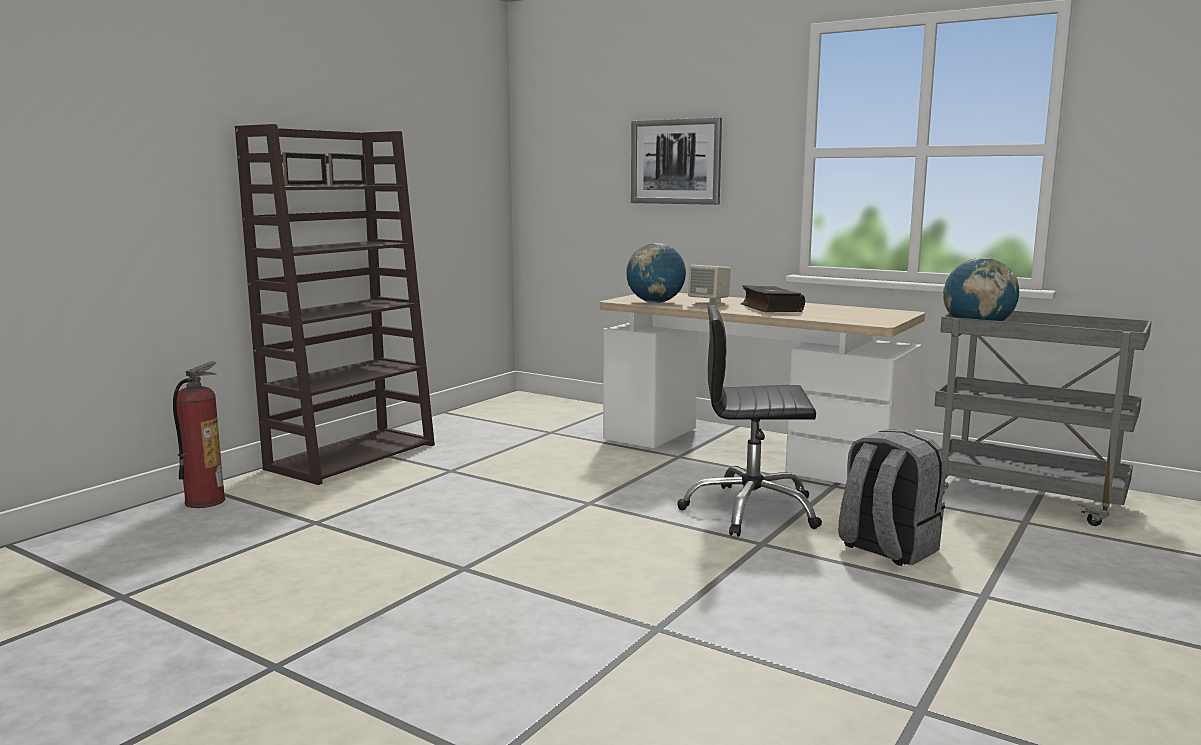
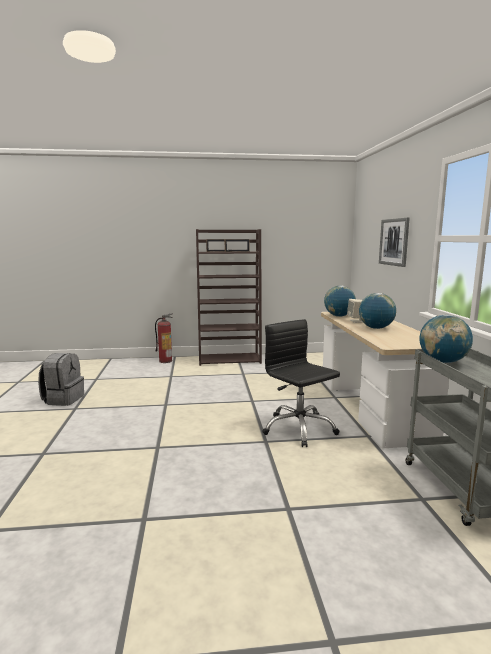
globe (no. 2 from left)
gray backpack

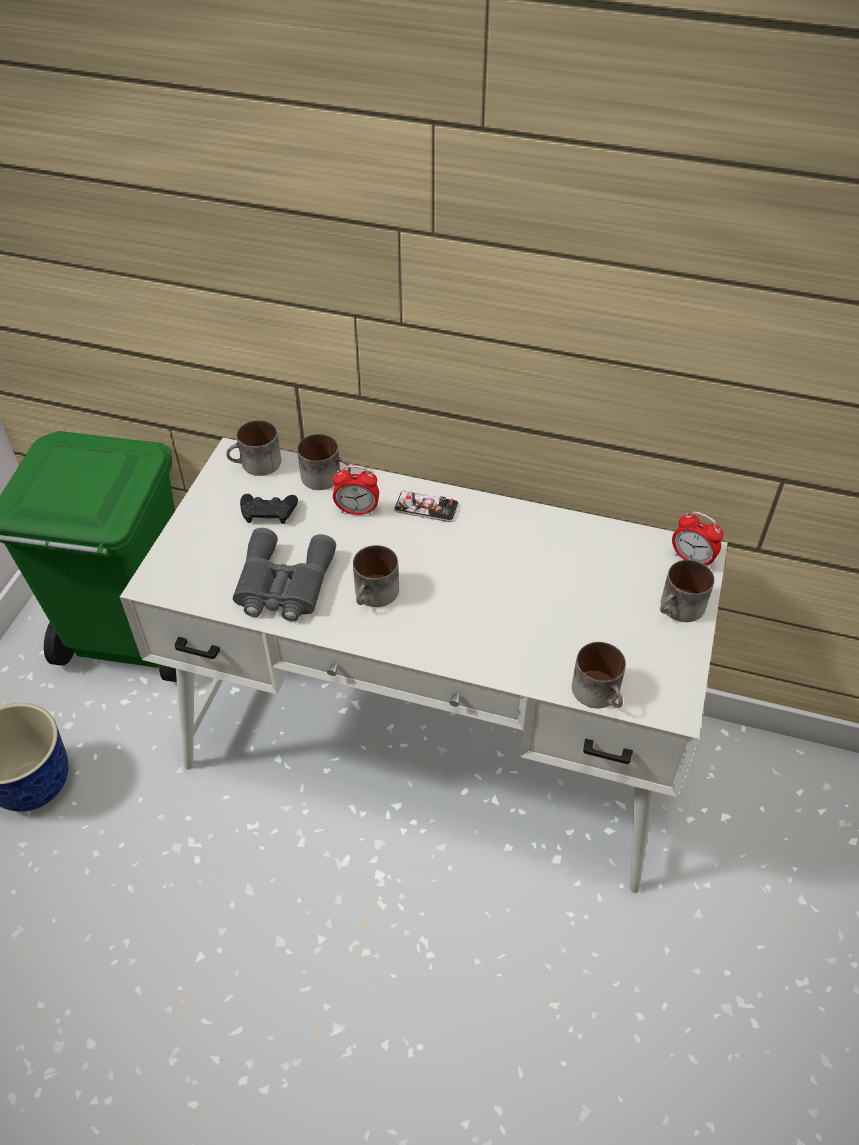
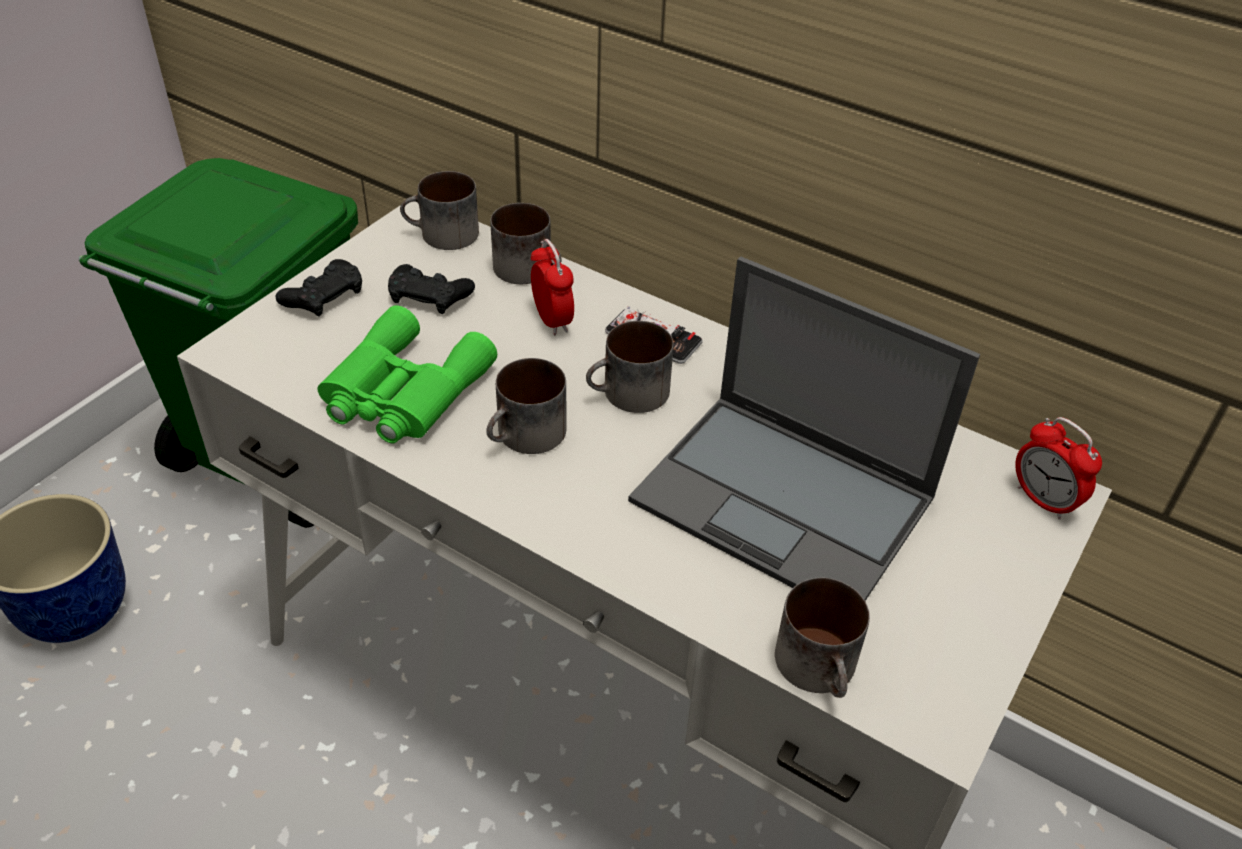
green binoculars
alarm clock (no. 1 from left)
coffee mug (no. 4 from left)
black gamepad (no. 1 from left)
laptop

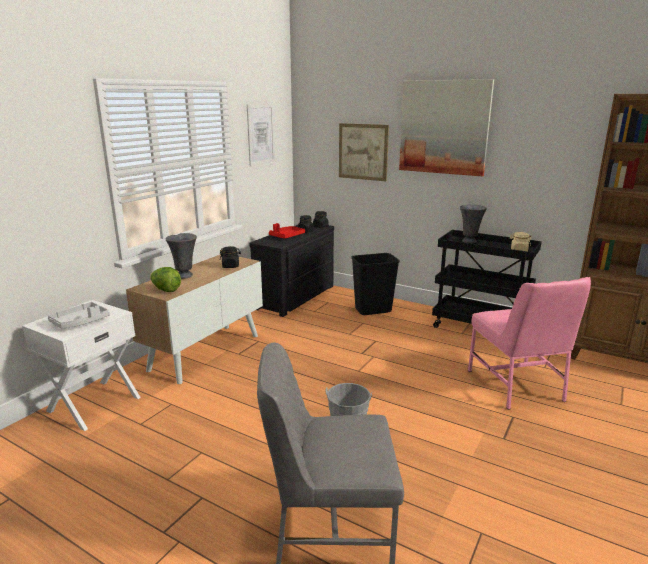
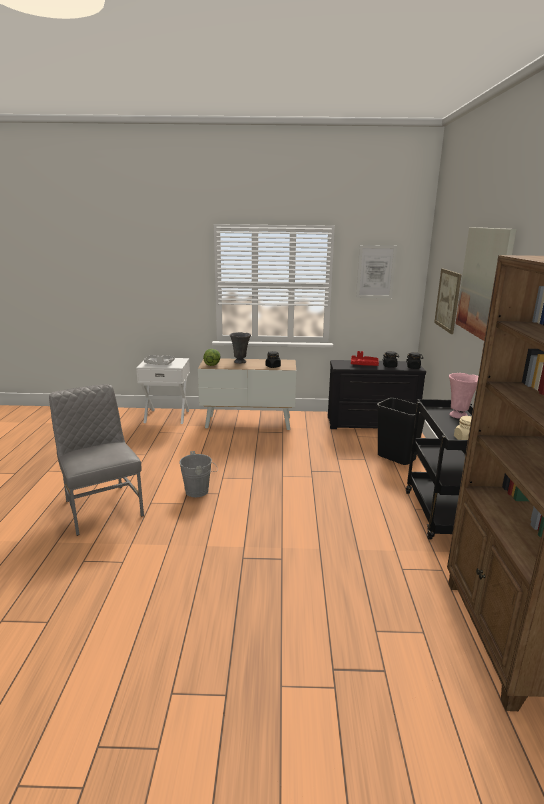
pink flower vase
pink upright chair

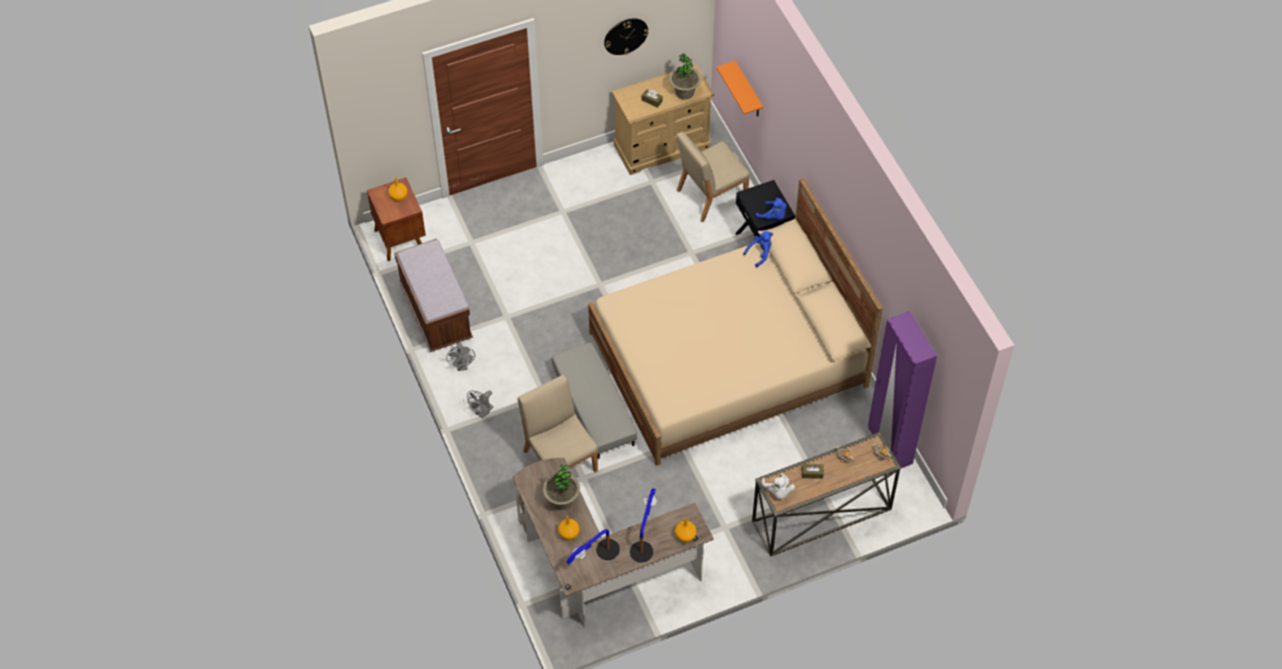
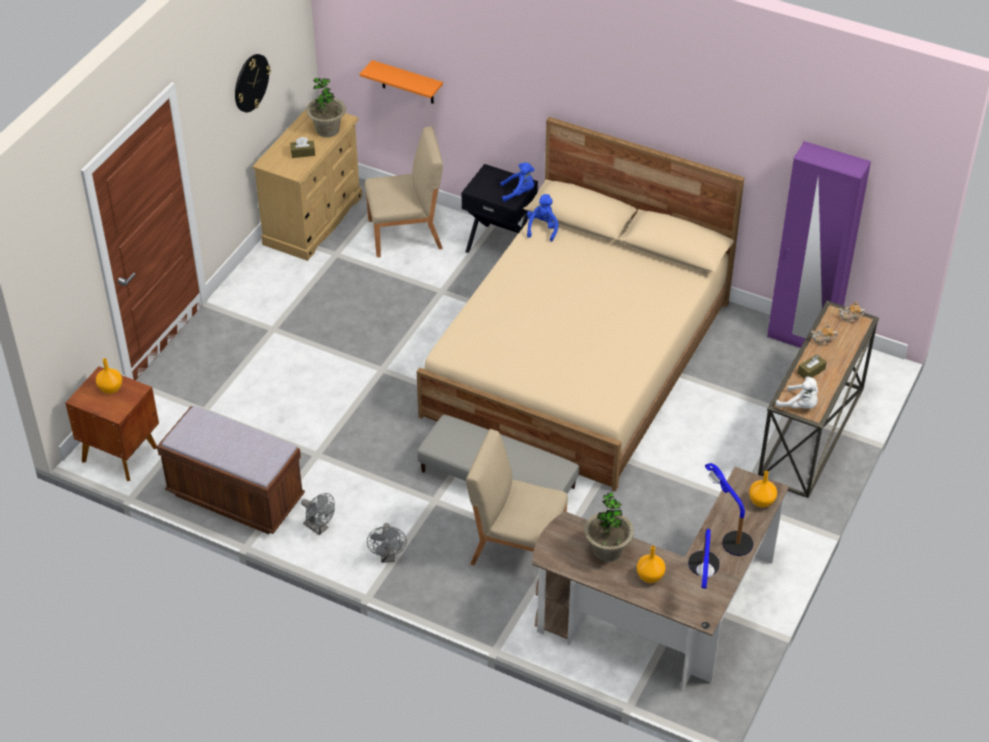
beige upright chair (no. 1 from left)

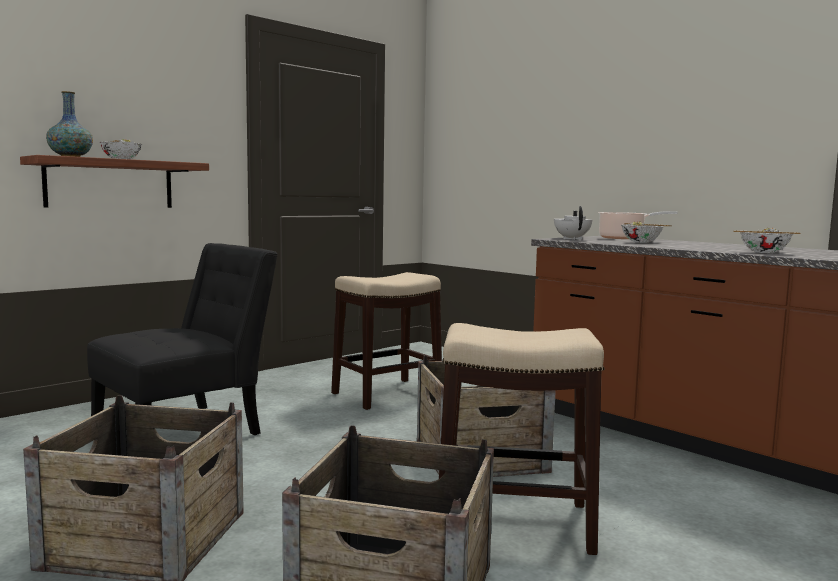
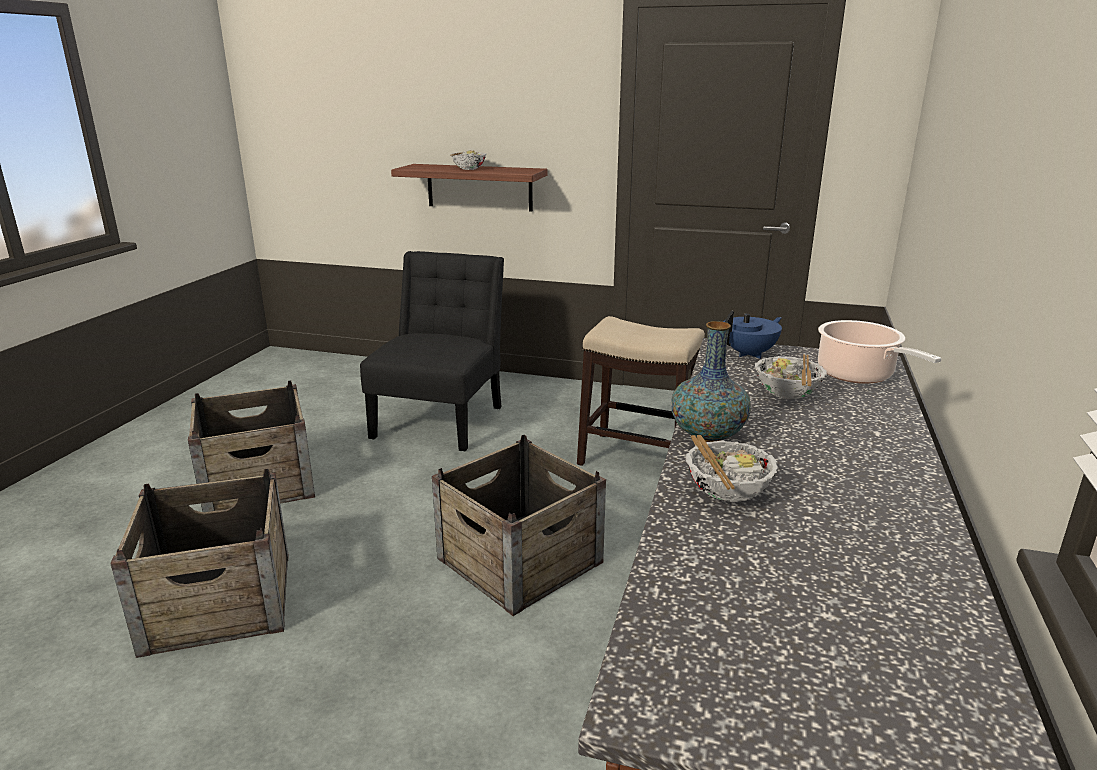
flower vase
black upright chair
sitting stool (no. 2 from left in the first image)
blue tea pot

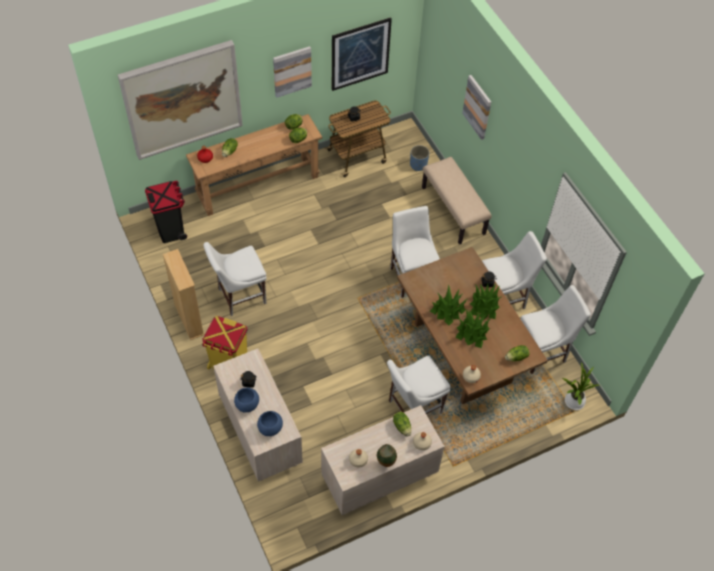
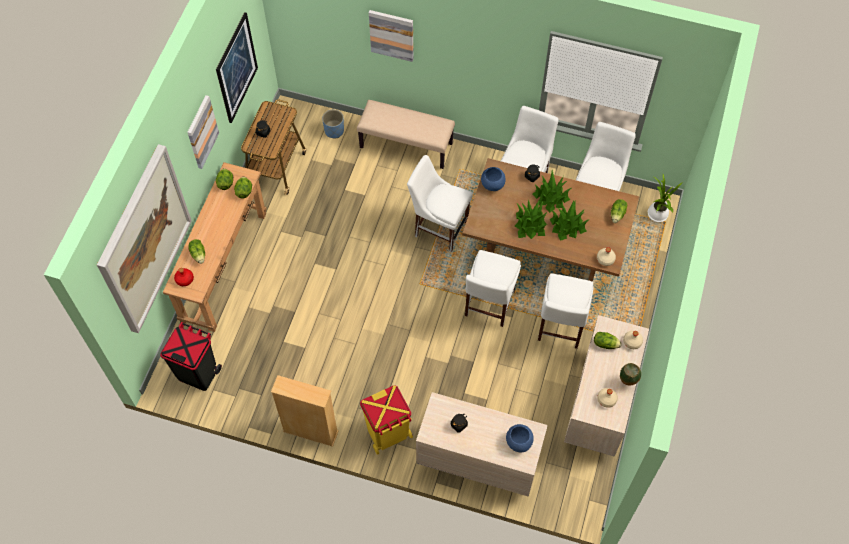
white-coloured upright chair (no. 2 from left)
blue serving bowl (no. 1 from left)

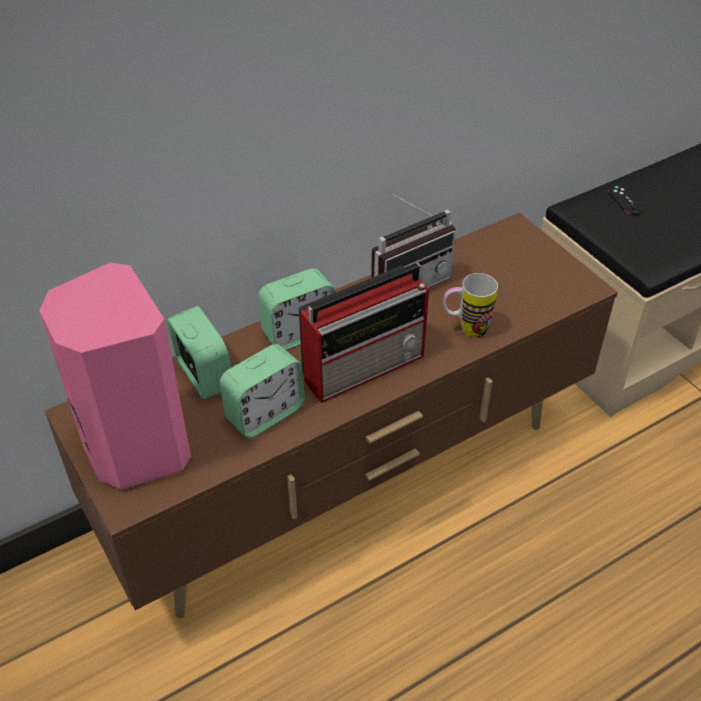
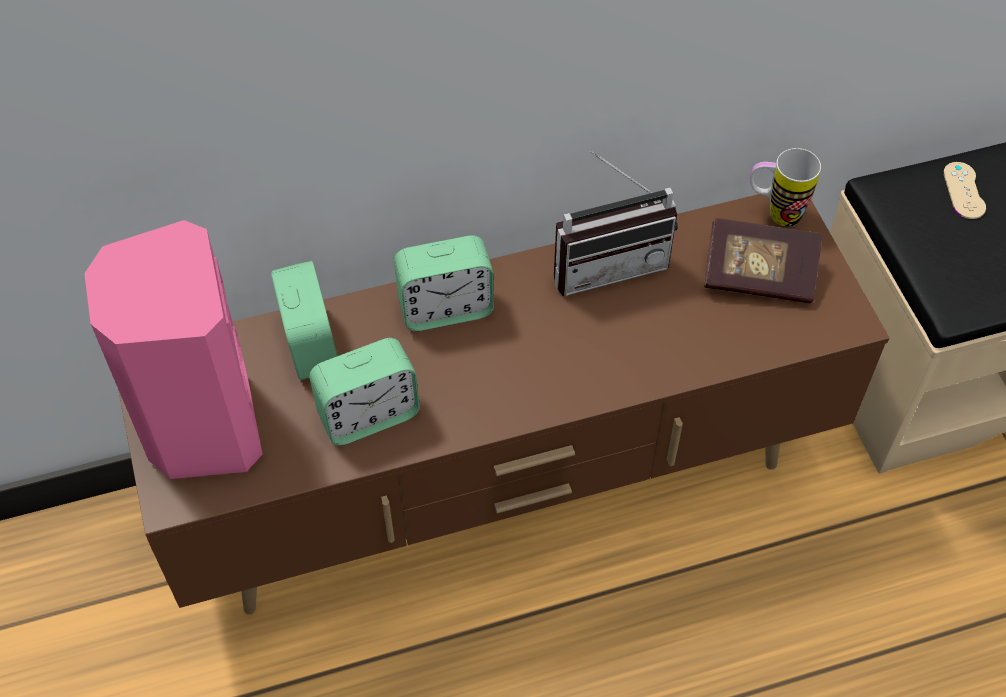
radio receiver (no. 1 from left in the first image)
coffee mug
beige gamepad
bound book

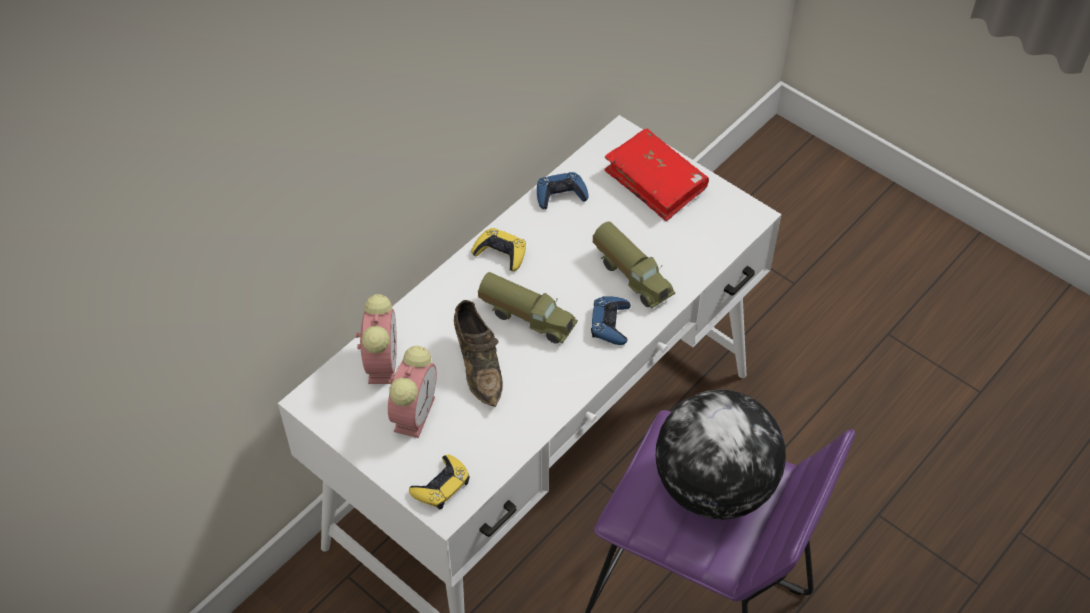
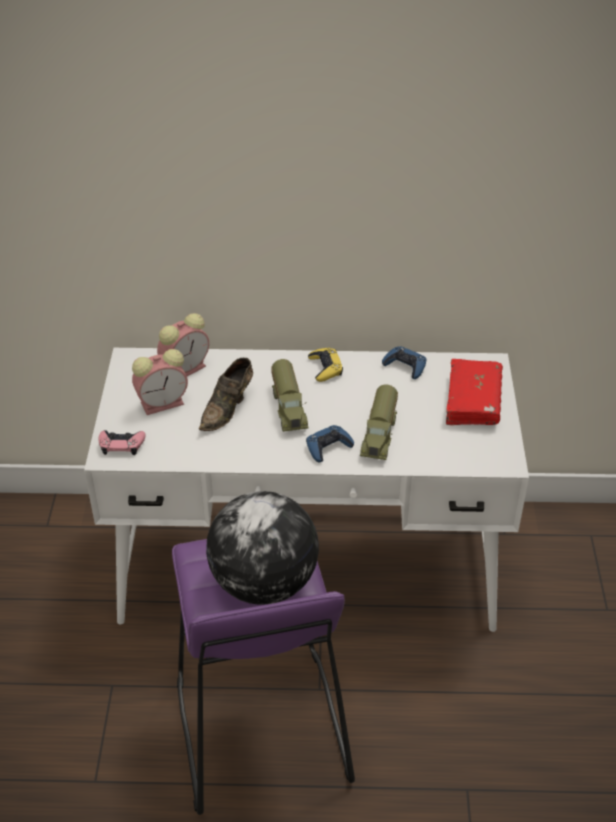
pink gamepad

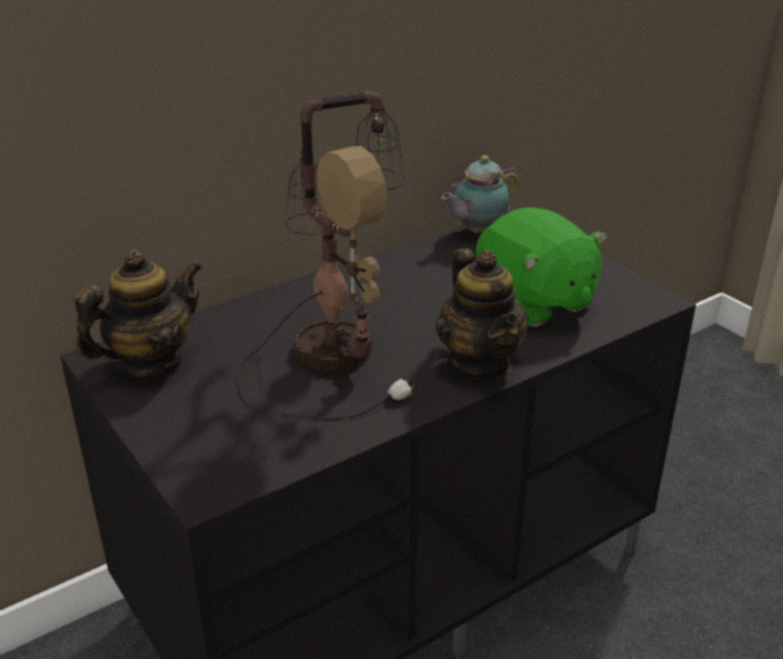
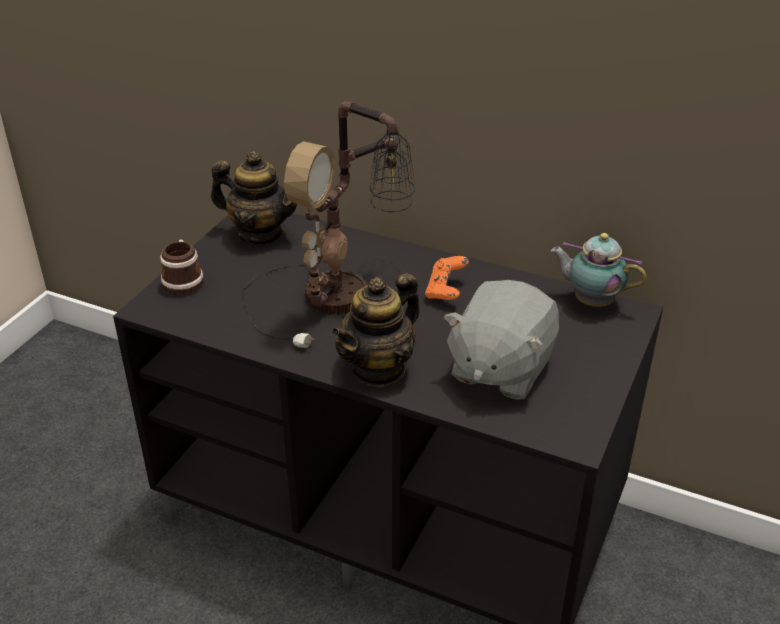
gray soft toy
coffee mug
orange gamepad

